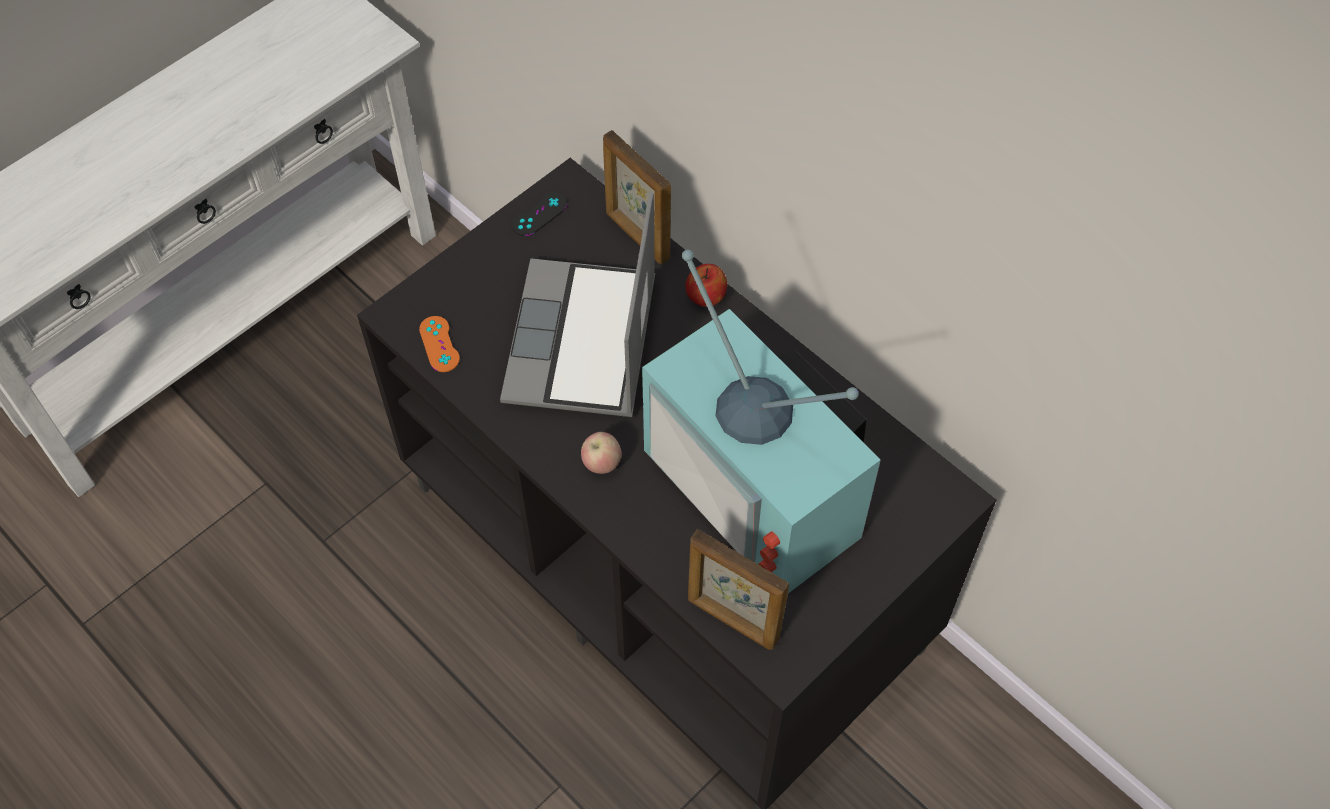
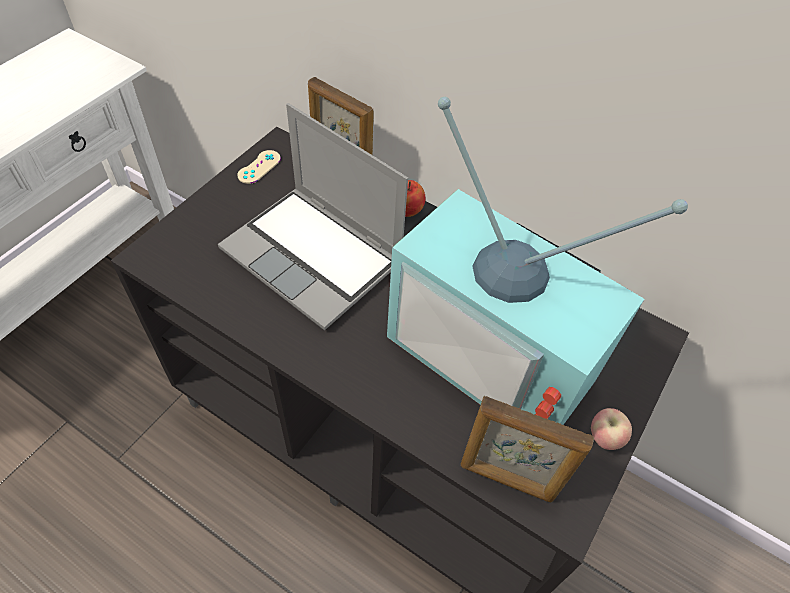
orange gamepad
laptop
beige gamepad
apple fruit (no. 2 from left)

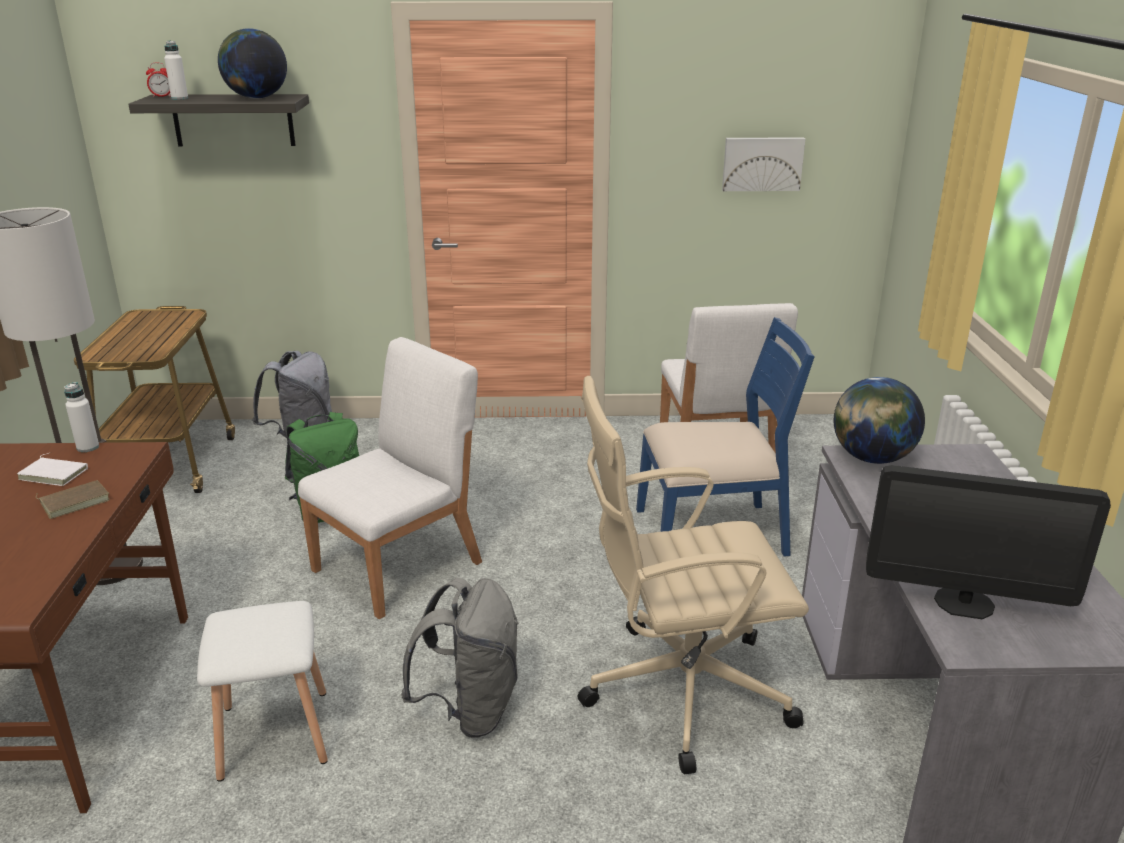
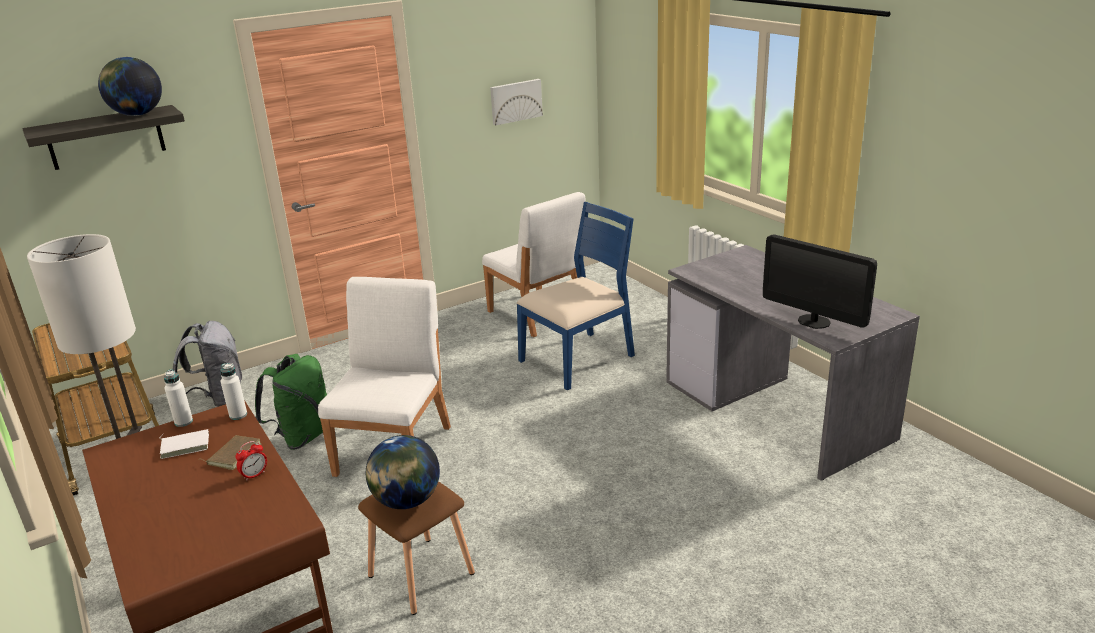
alarm clock
white-coloured beverage bottle (no. 2 from left)
brown-coloured sitting stool
gray backpack (no. 2 from left in the first image)
beige office chair
globe (no. 2 from left)
computer screen

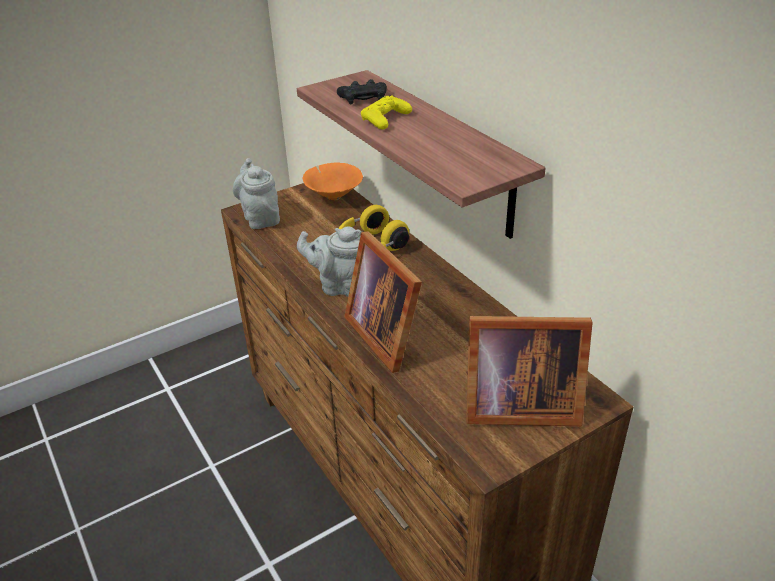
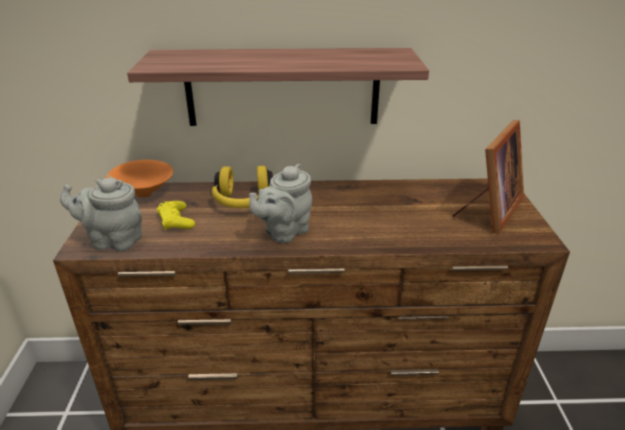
black gamepad
picture frame (no. 1 from left in the first image)
yellow gamepad

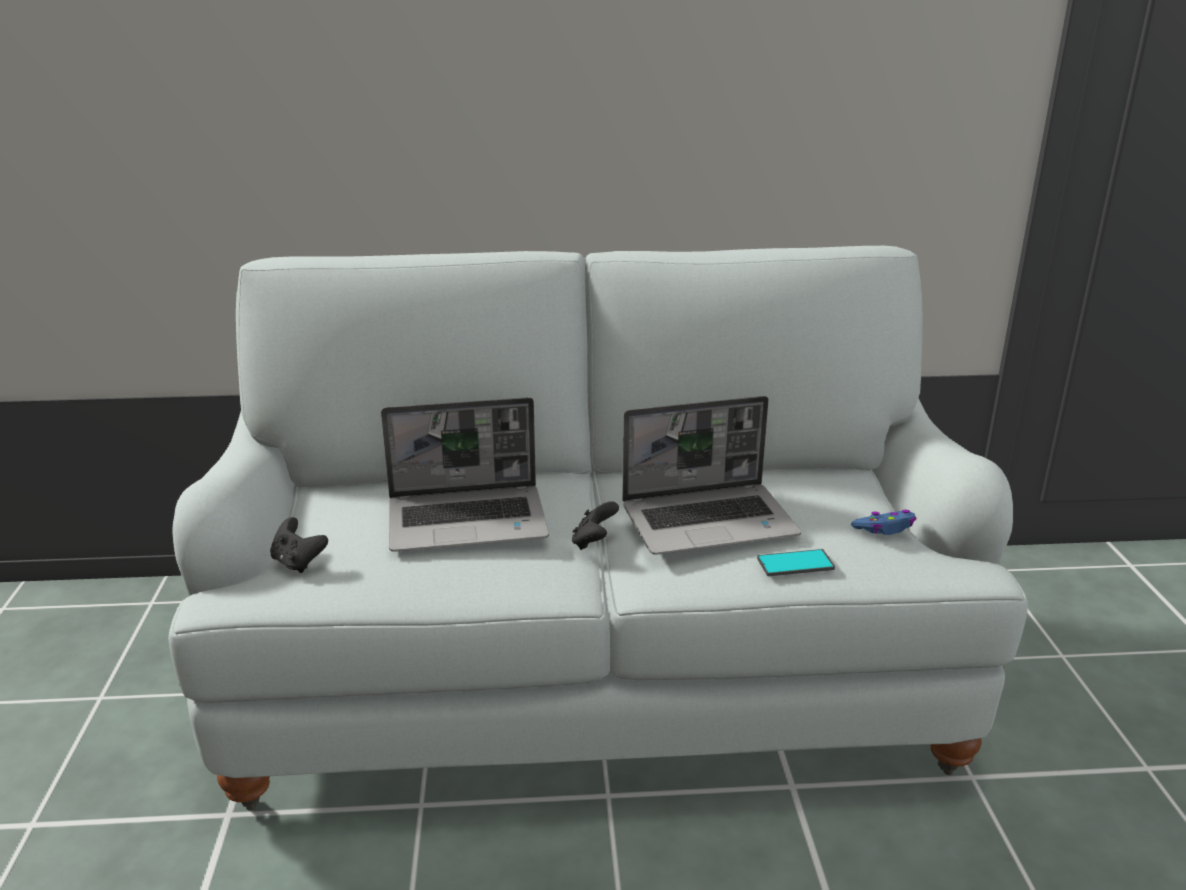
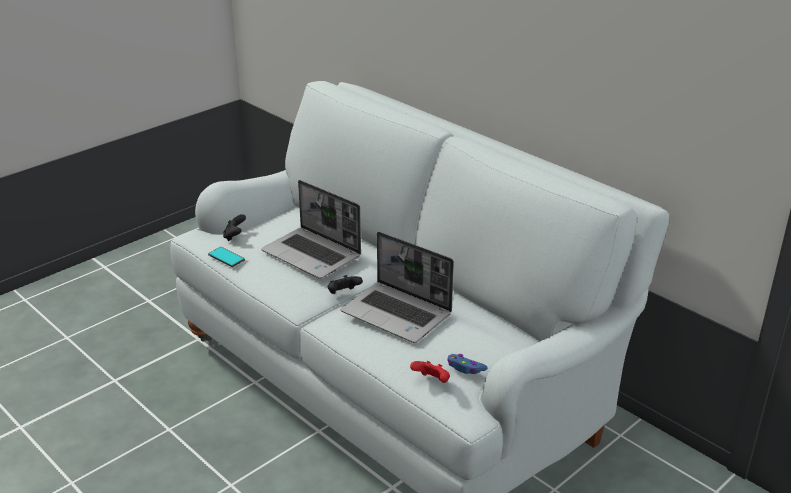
telephone
reddish gamepad

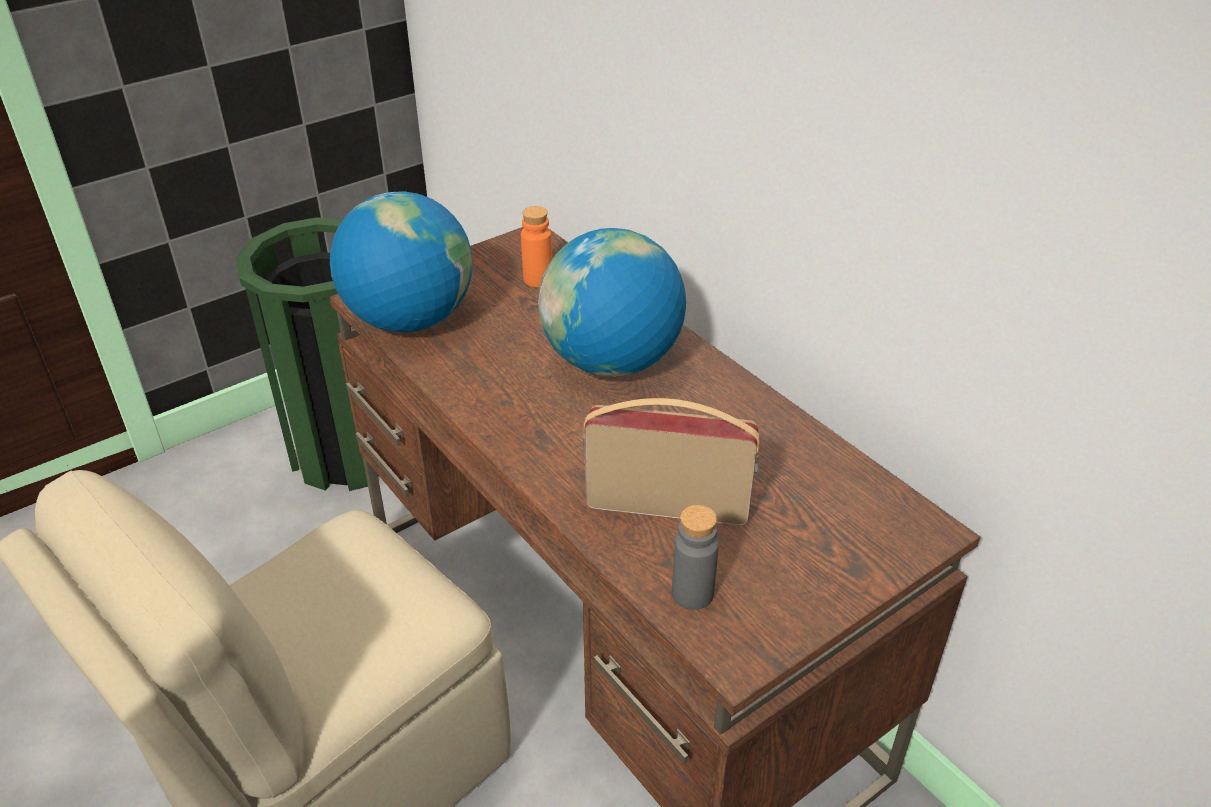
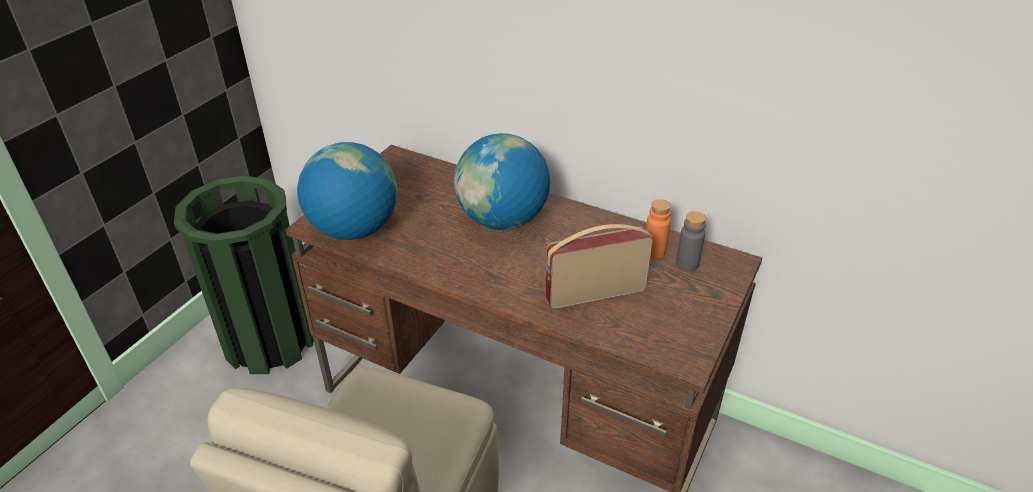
orange beverage bottle
gray beverage bottle

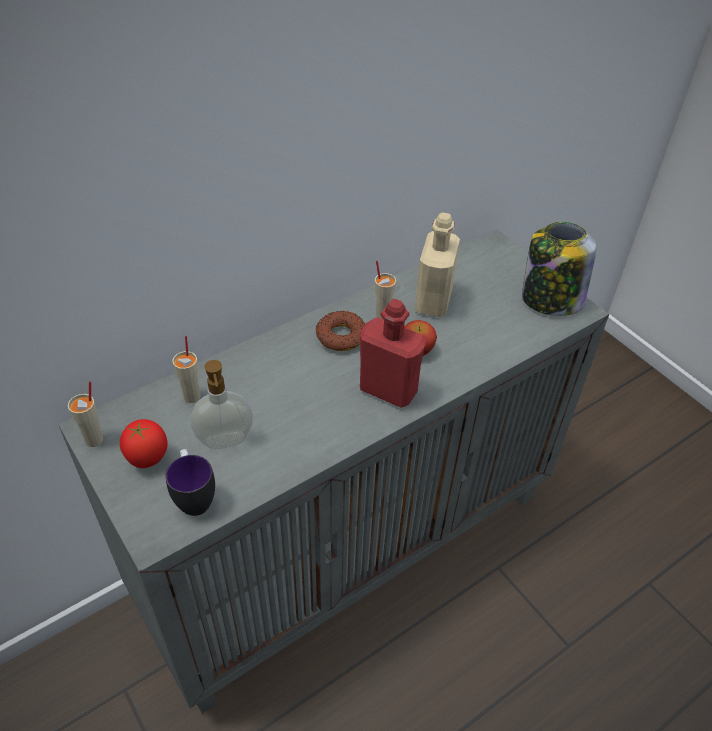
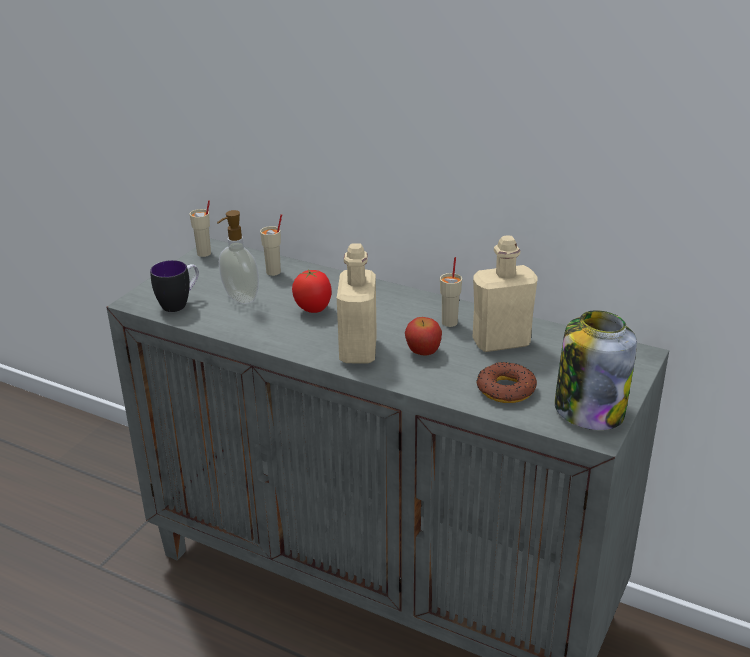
fresh tomato
donut
beige beverage bottle (no. 1 from left)

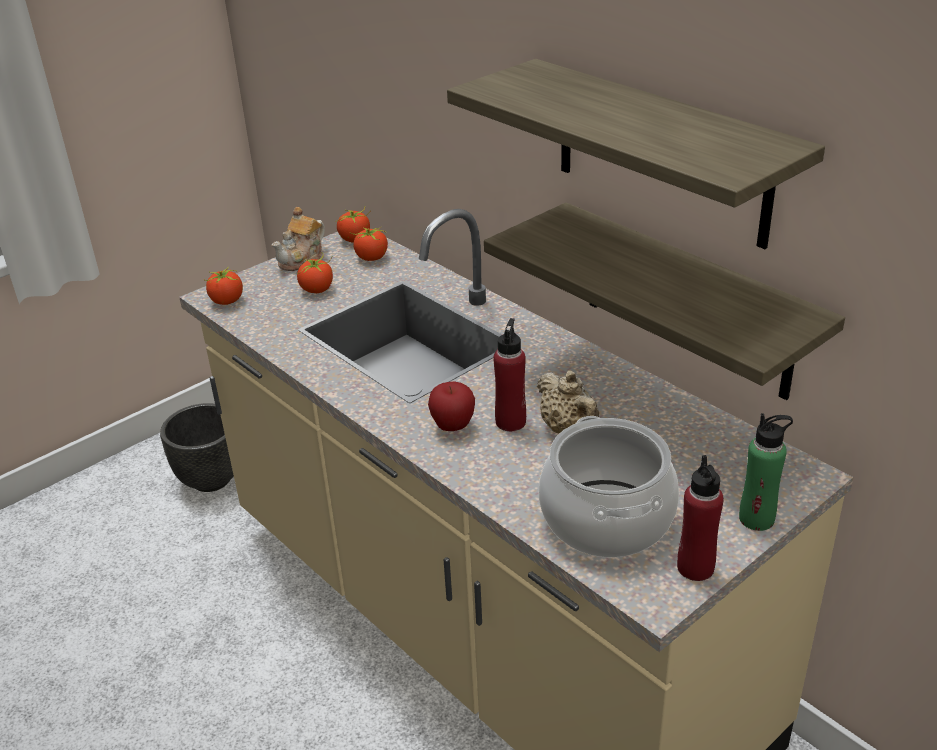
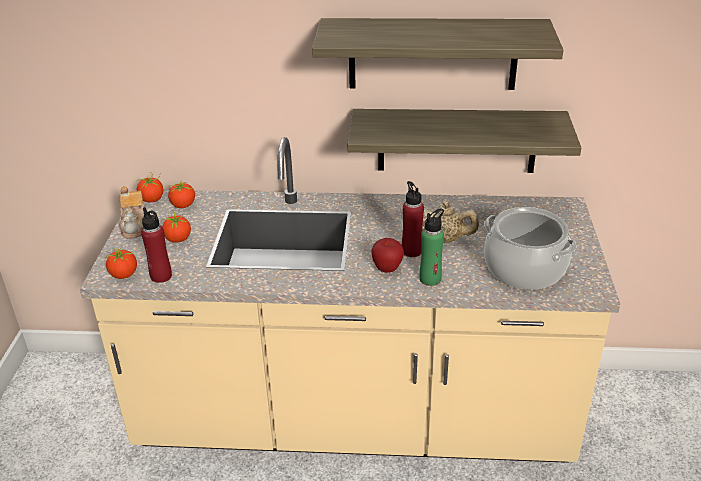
black plant pot
reddish beverage bottle (no. 1 from left)
green beverage bottle

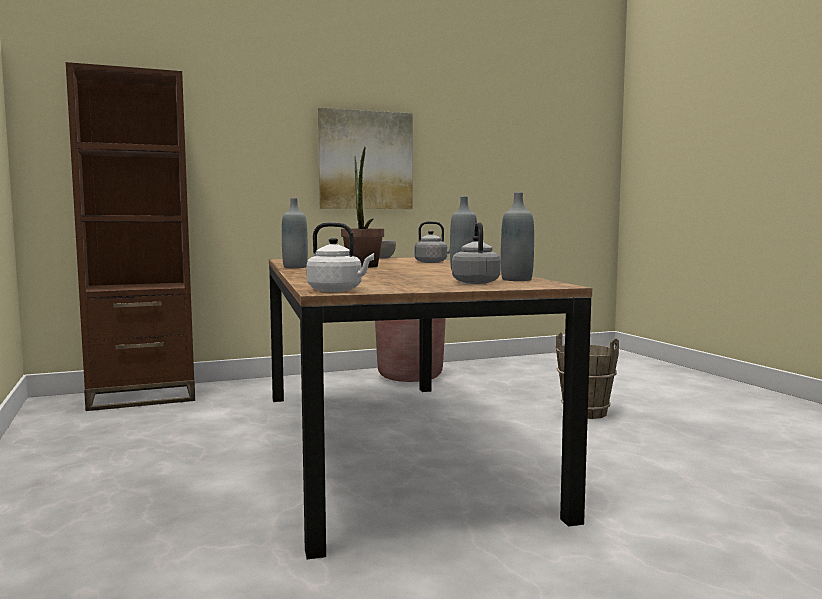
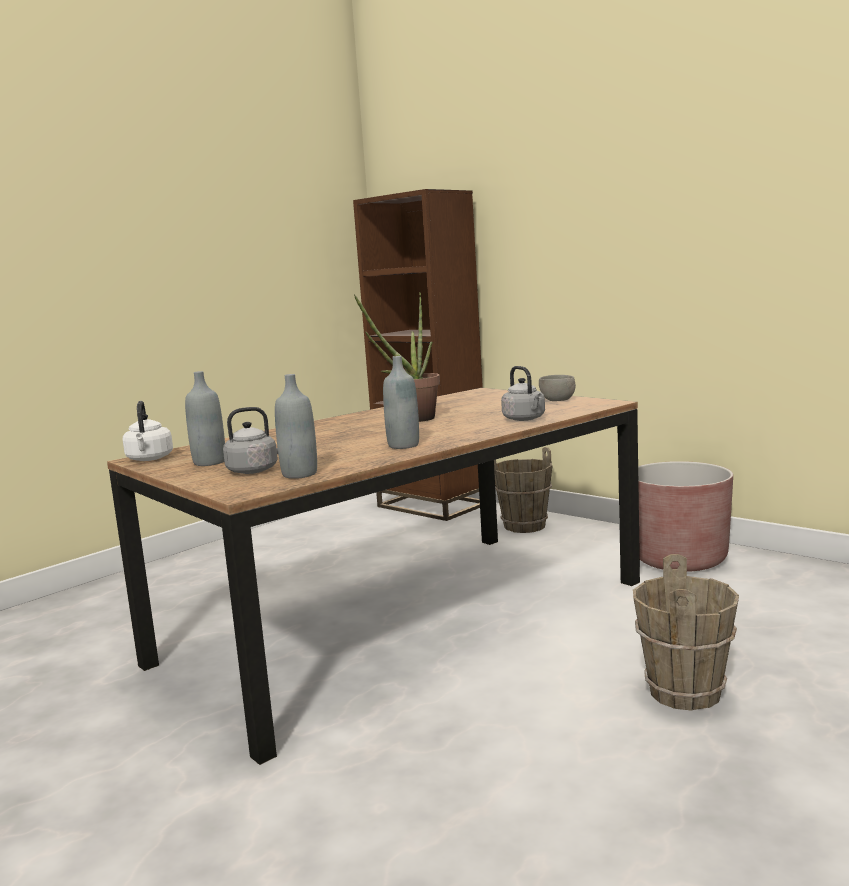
gray beverage bottle (no. 1 from left)
wall art
brown-coloured pail (no. 1 from left)

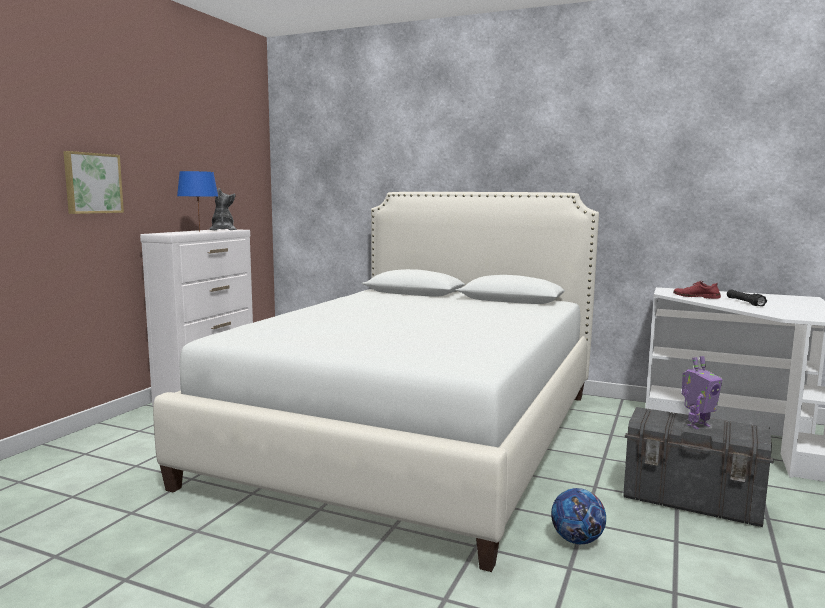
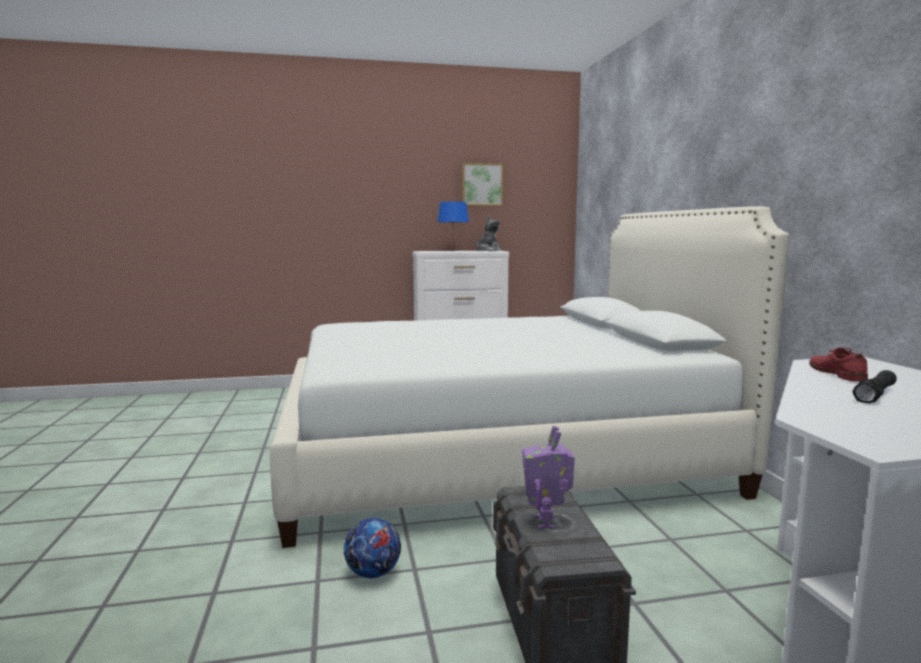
wall art
model robot

